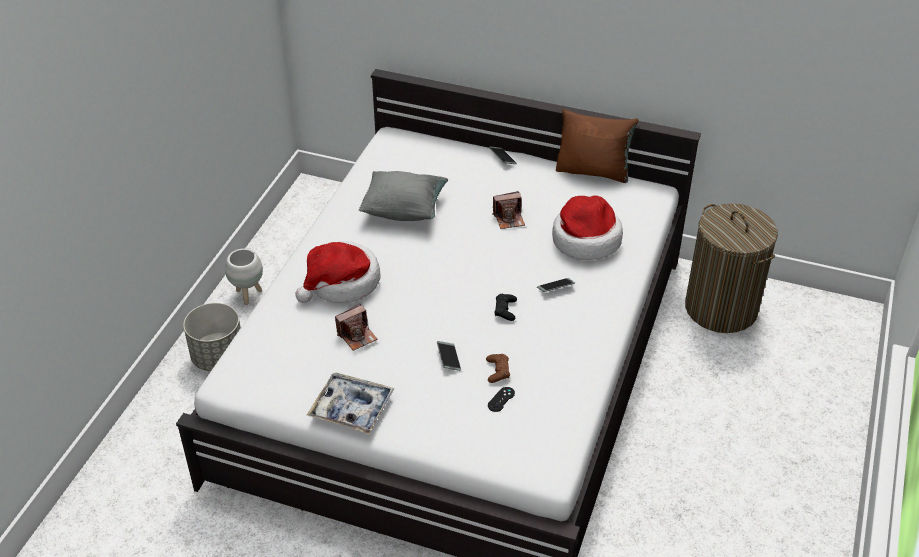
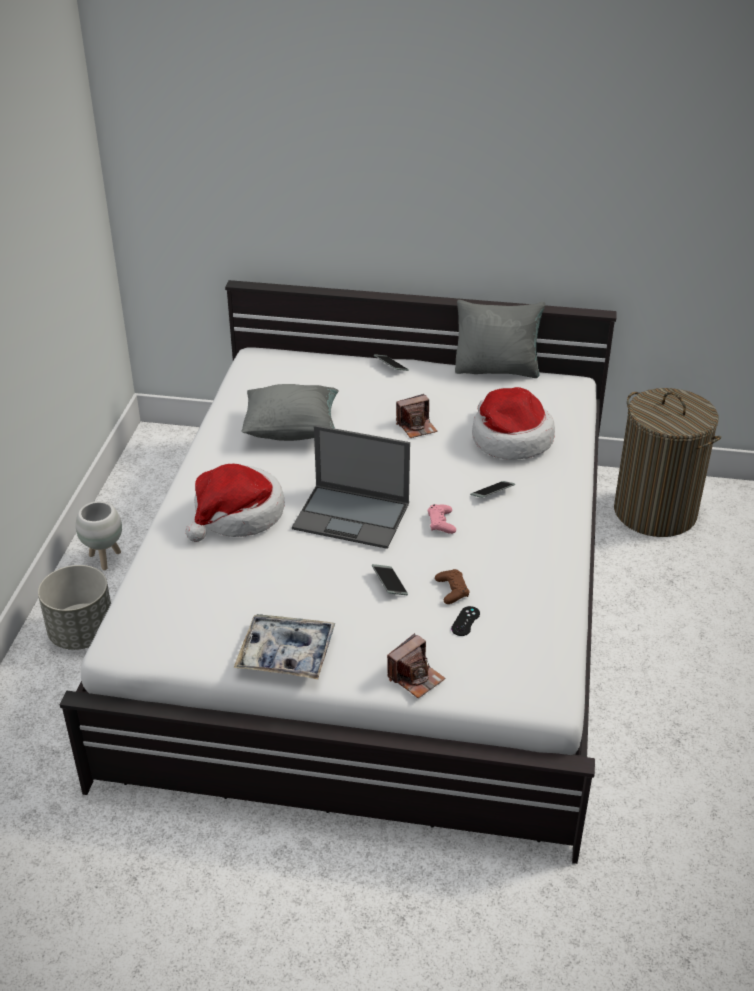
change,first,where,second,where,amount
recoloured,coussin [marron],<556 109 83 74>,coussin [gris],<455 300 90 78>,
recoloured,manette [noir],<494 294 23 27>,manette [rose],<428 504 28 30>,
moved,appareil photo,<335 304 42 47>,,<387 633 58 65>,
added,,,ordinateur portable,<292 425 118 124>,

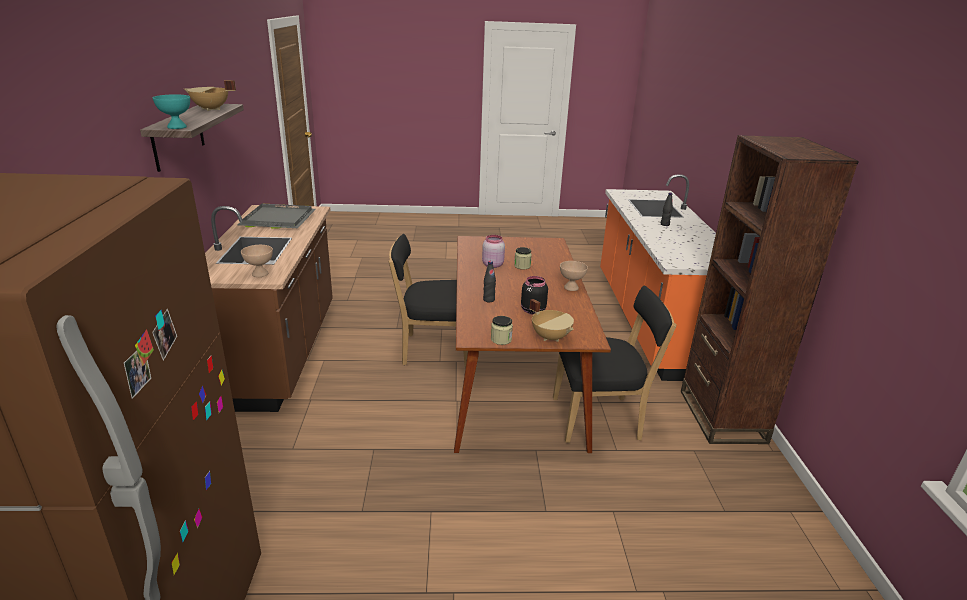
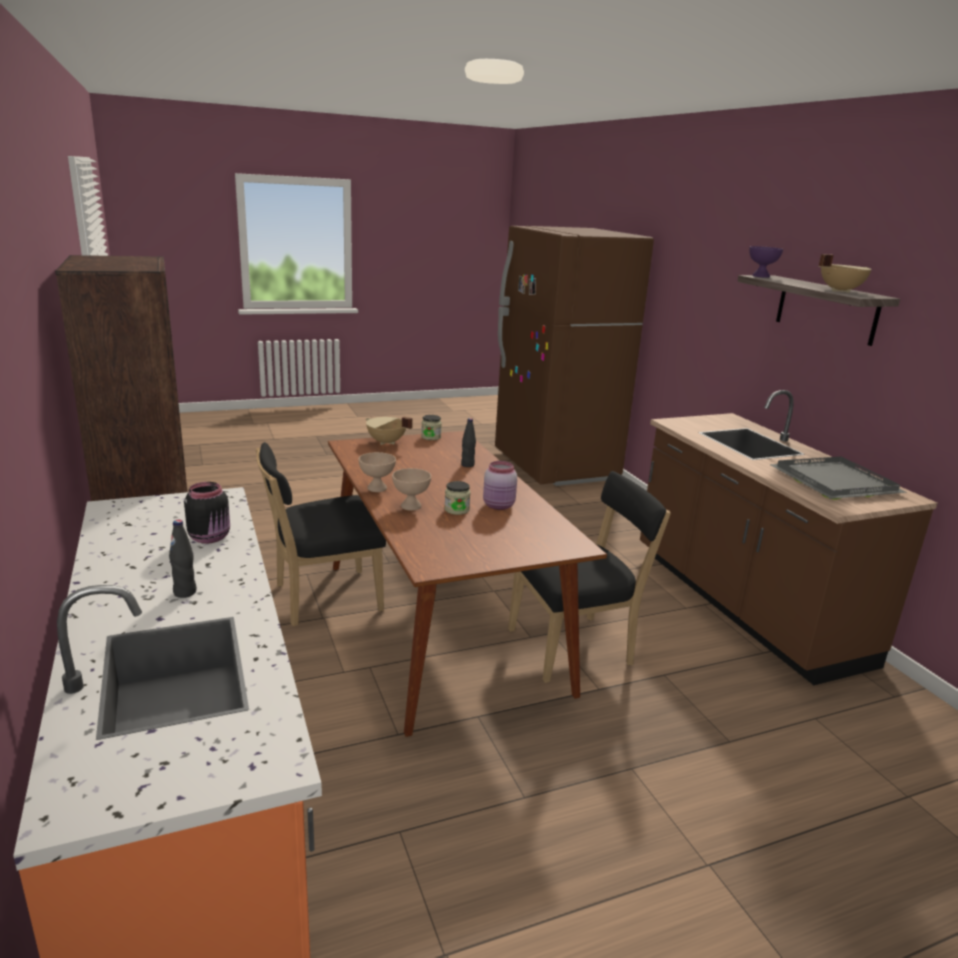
change,first,where,second,where,amount
recoloured,bol [turquoise],<153 94 37 35>,bol [violet],<749 246 34 32>,
moved,bol [beige],<241 245 32 32>,,<392 468 39 43>,
moved,bocal [noir],<521 276 27 39>,,<184 482 46 62>,

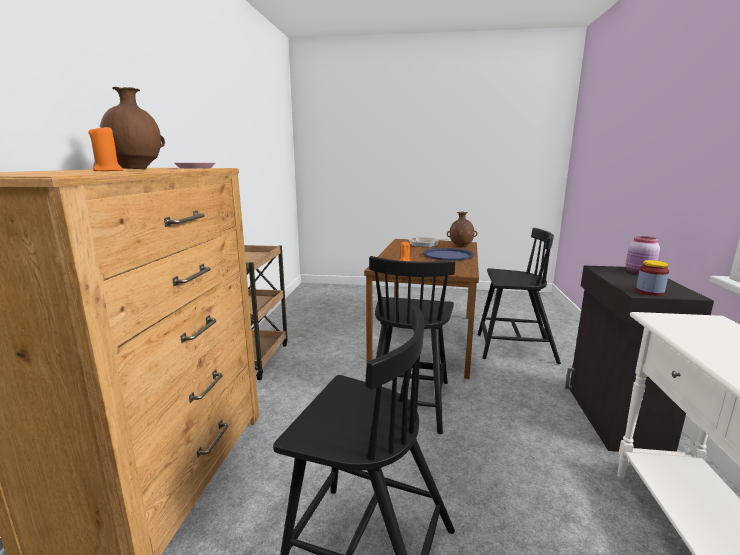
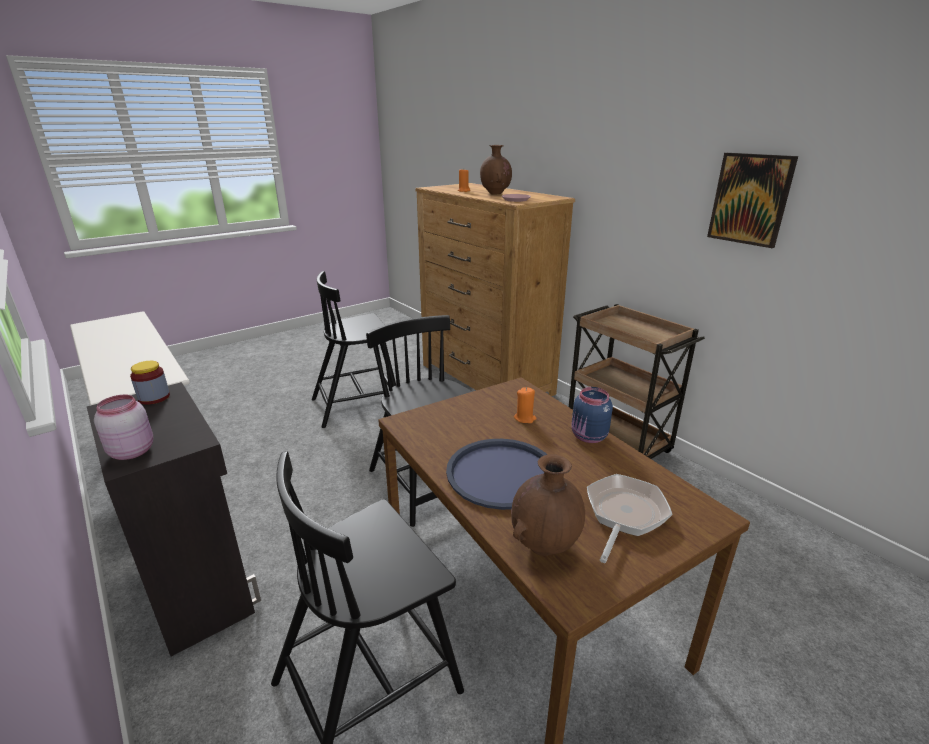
change,first,where,second,where,amount
added,,,tableau,<707 153 91 95>,
added,,,bocal [bleu],<571 387 42 56>,

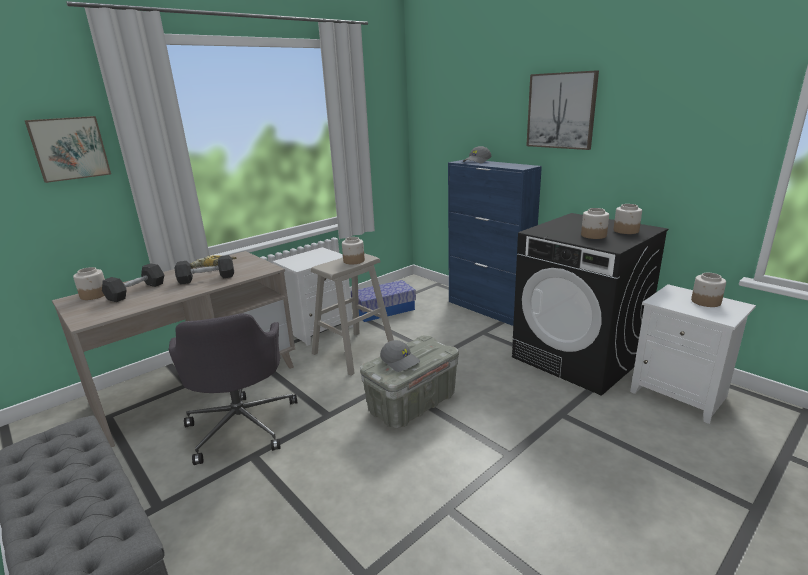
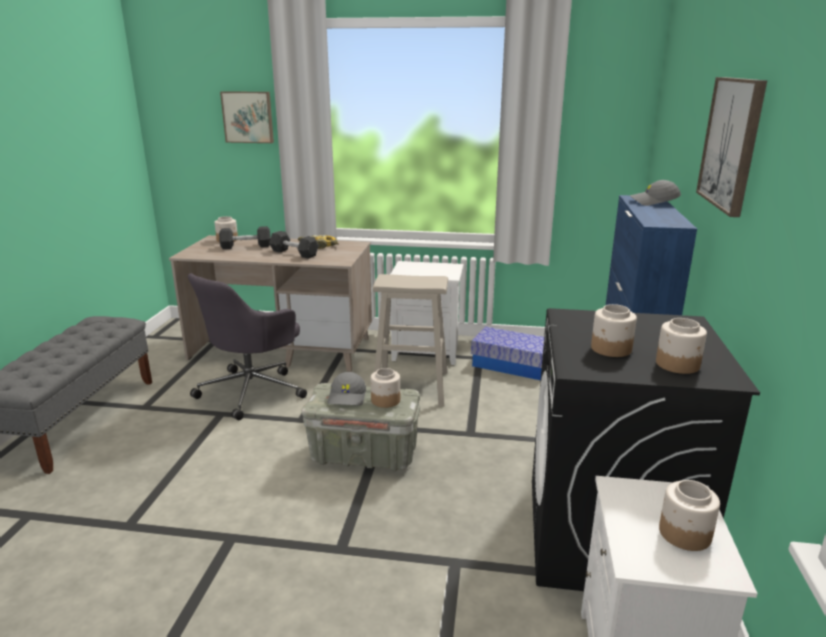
change,first,where,second,where,amount
moved,bocal,<342 237 23 27>,,<371 368 29 40>,

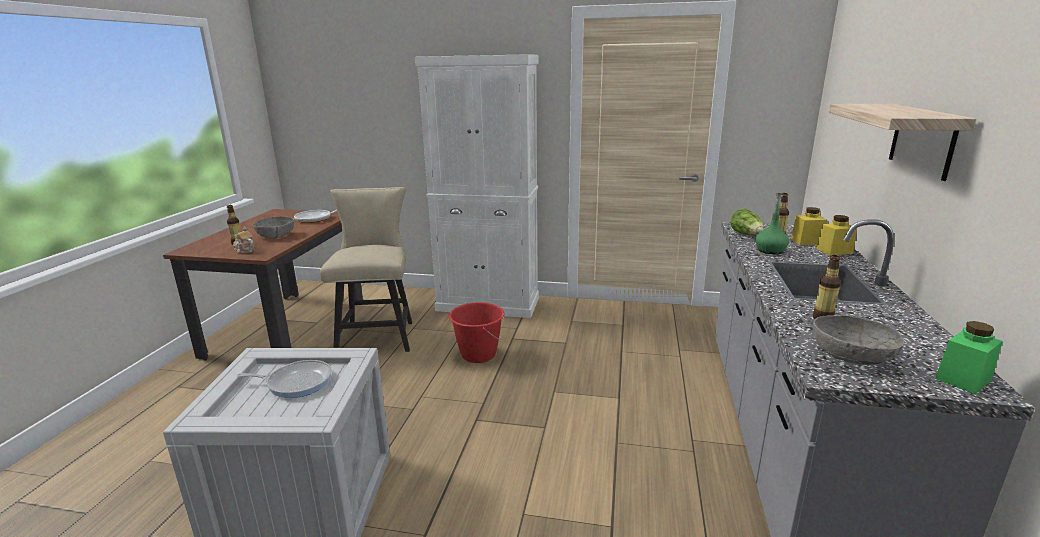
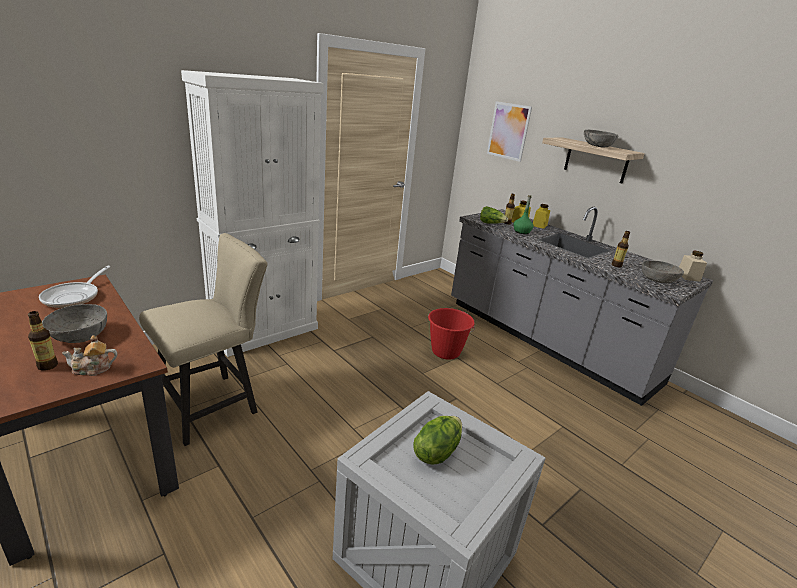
change,first,where,second,where,amount
turned,chaise [beige],<320 187 92 165>,,<139 233 128 213>,105 degrees clockwise
moved,seau [rouge],<449 302 56 61>,,<428 308 47 52>,
recoloured,bocal [vert],<935 321 68 73>,bocal [beige],<679 251 28 31>,
replaced,poêle,<237 360 95 38>,laitue,<413 416 49 49>,
added,,,tableau,<487 101 45 61>,
added,,,bol [gris],<584 130 34 18>,

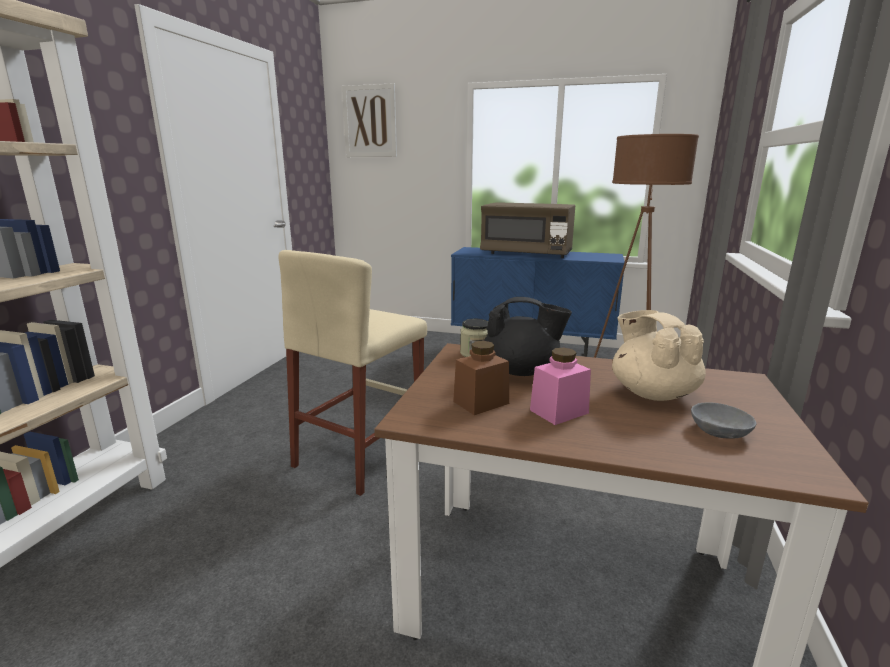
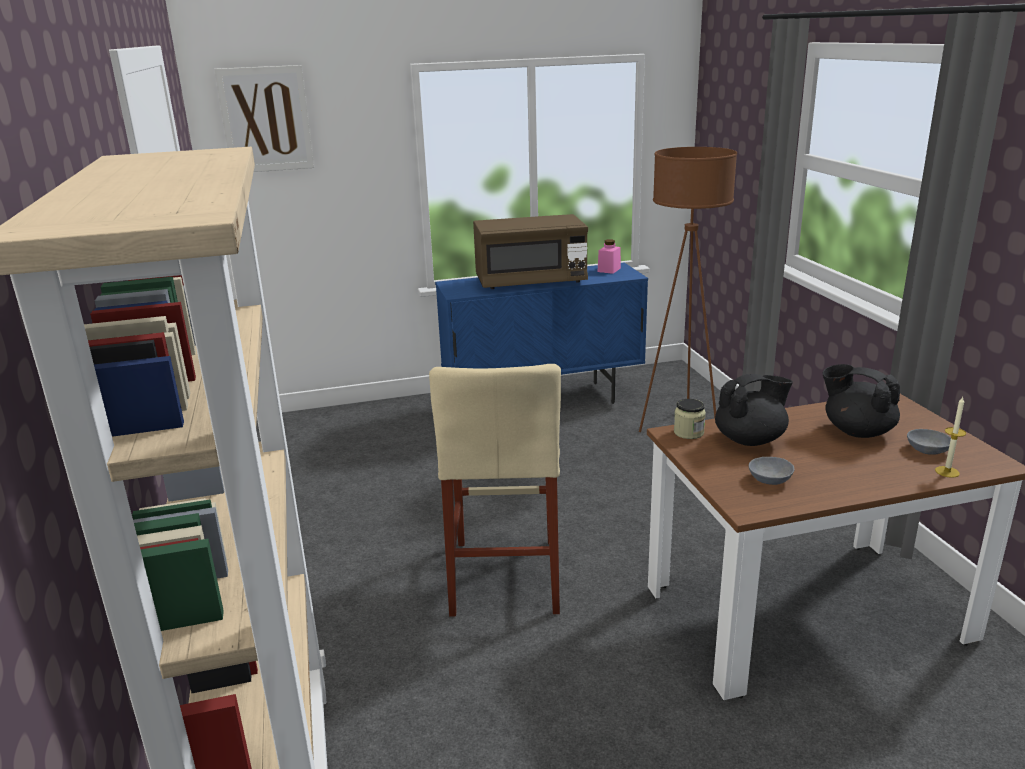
change,first,where,second,where,amount
recoloured,théière [beige],<612 310 94 91>,théière [noir],<823 364 77 74>,
replaced,bocal [marron],<453 341 56 74>,bol [gris],<749 457 45 28>,
moved,bocal [rose],<530 348 61 77>,,<597 239 24 35>,
added,,,bougie,<935 397 31 81>,

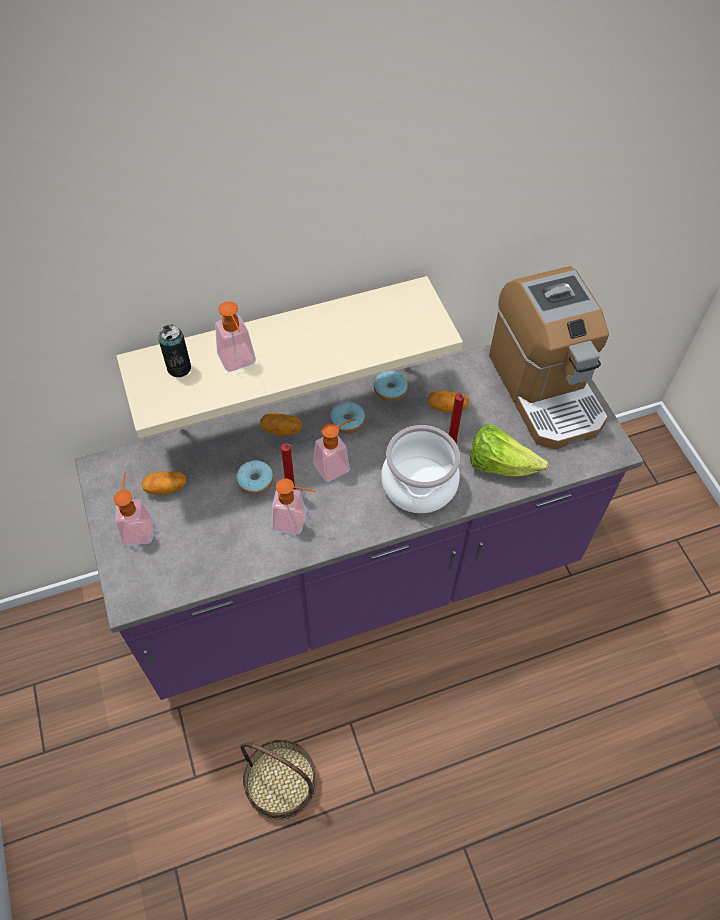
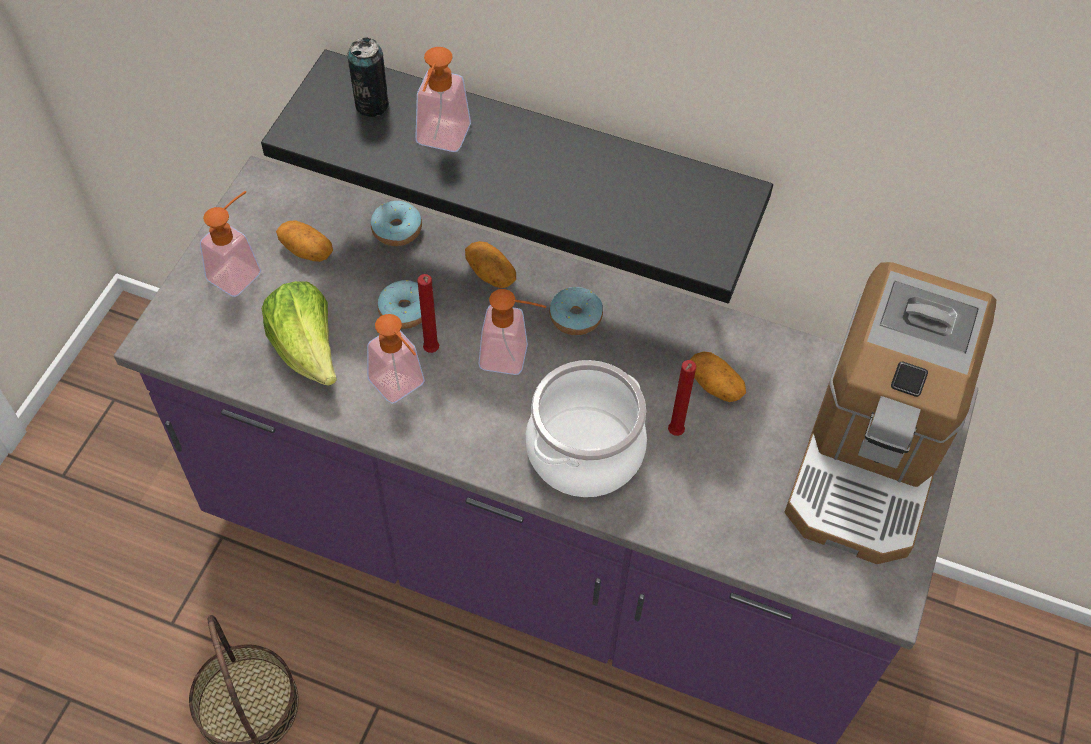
change,first,where,second,where,amount
recoloured,étagère [beige],<117 276 346 162>,étagère [noir],<261 49 512 254>,
moved,beignet,<374 371 34 30>,,<371 201 51 45>,
moved,laitue,<470 424 79 53>,,<261 281 76 105>,

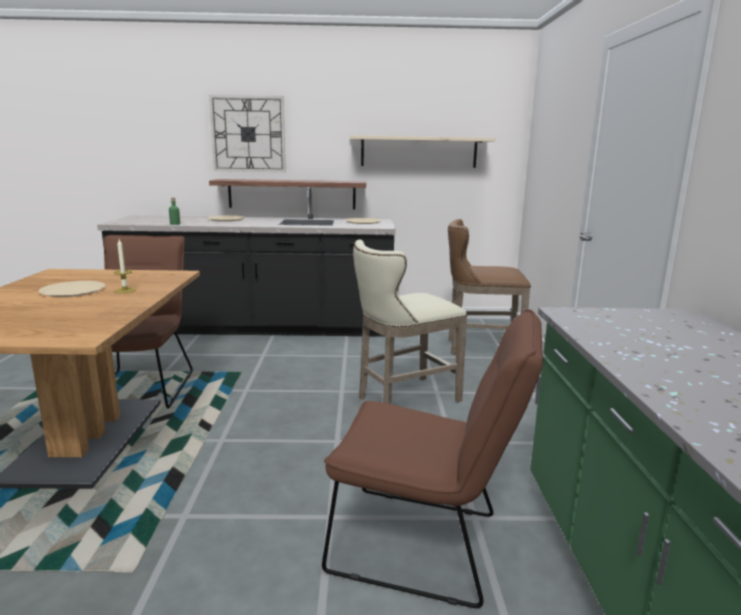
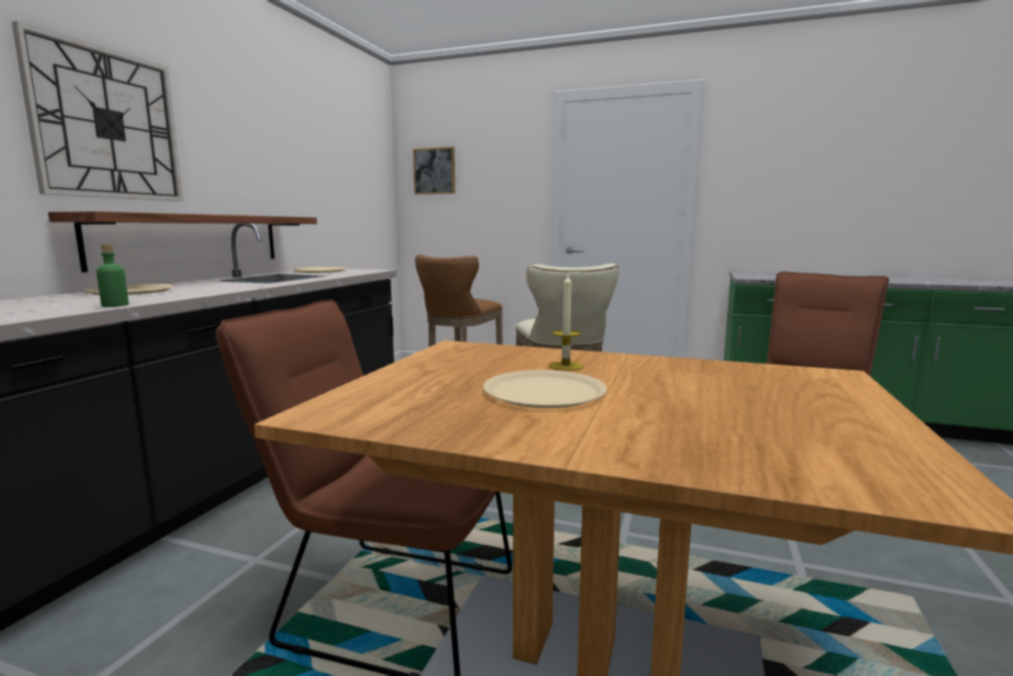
change,first,where,second,where,amount
removed,étagère [beige],<350 135 145 33>,,,
added,,,tableau,<413 147 42 47>,

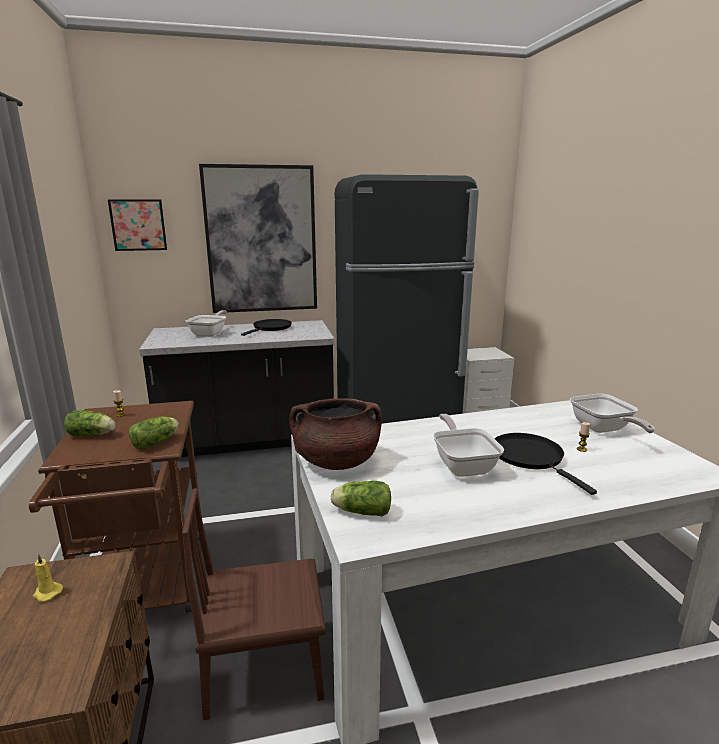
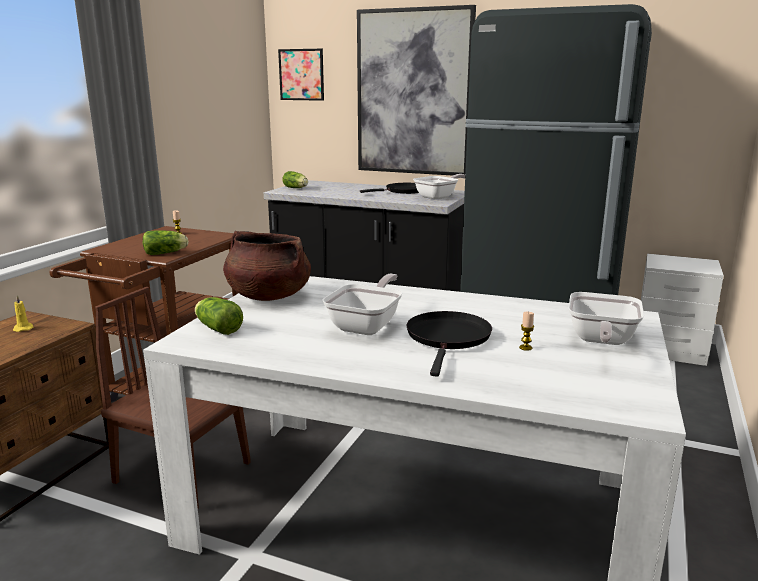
change,first,where,second,where,amount
moved,poêle,<186 310 41 27>,,<413 174 52 26>,
moved,laitue,<64 410 51 27>,,<282 171 26 17>,

